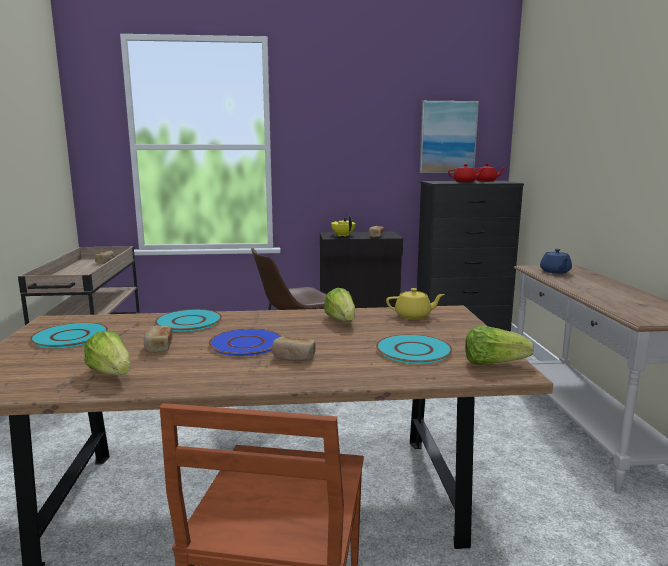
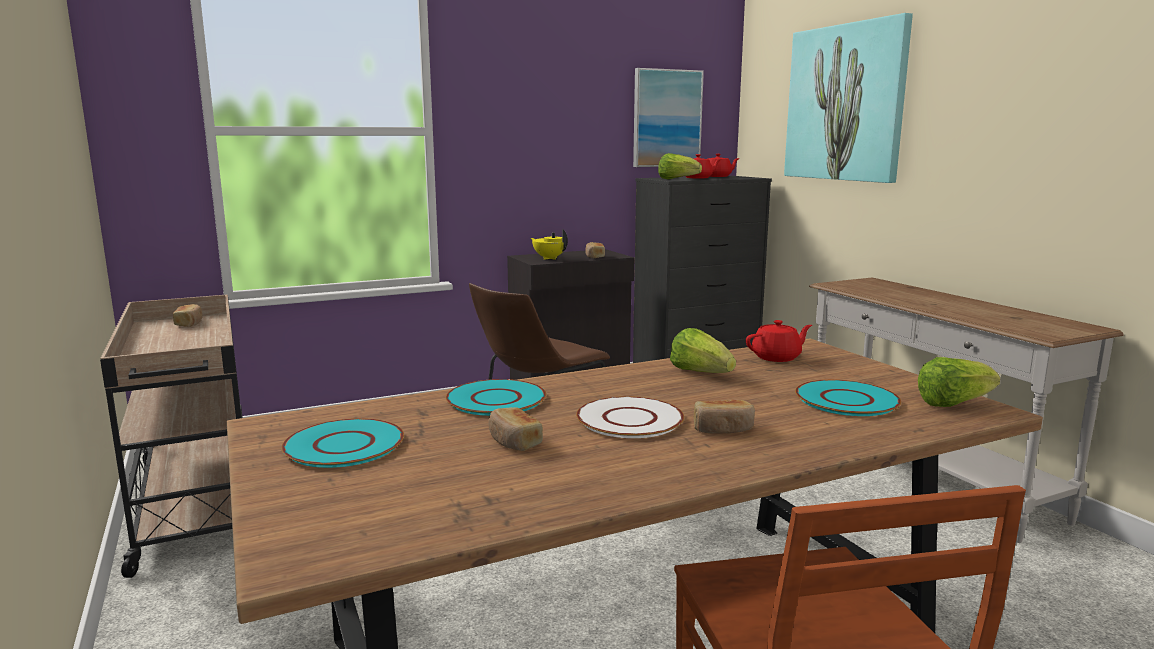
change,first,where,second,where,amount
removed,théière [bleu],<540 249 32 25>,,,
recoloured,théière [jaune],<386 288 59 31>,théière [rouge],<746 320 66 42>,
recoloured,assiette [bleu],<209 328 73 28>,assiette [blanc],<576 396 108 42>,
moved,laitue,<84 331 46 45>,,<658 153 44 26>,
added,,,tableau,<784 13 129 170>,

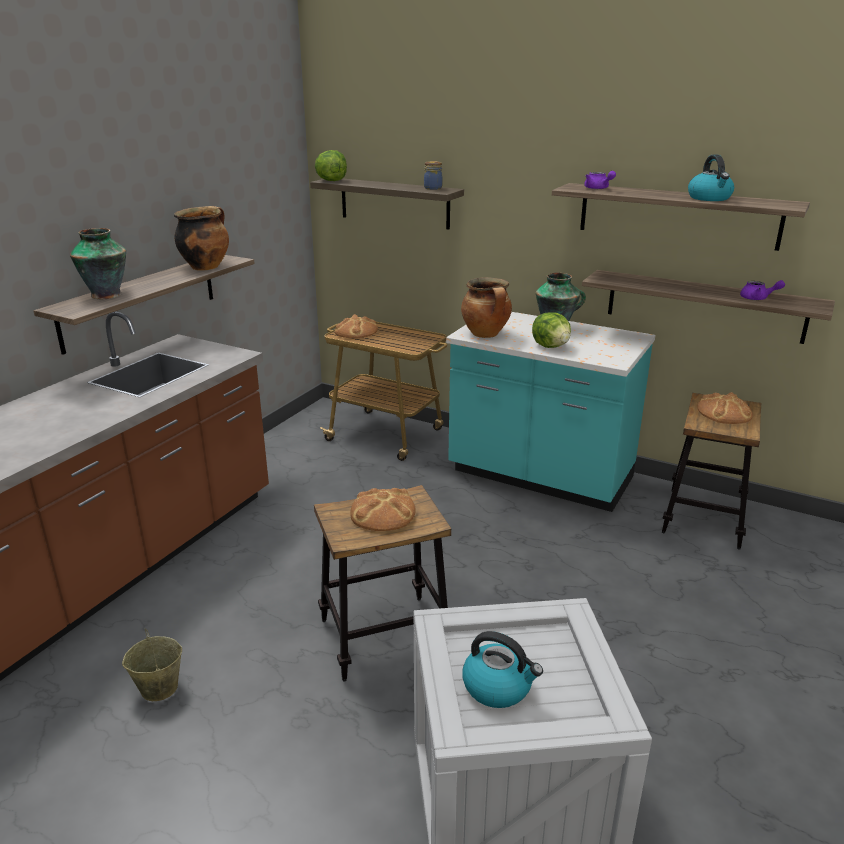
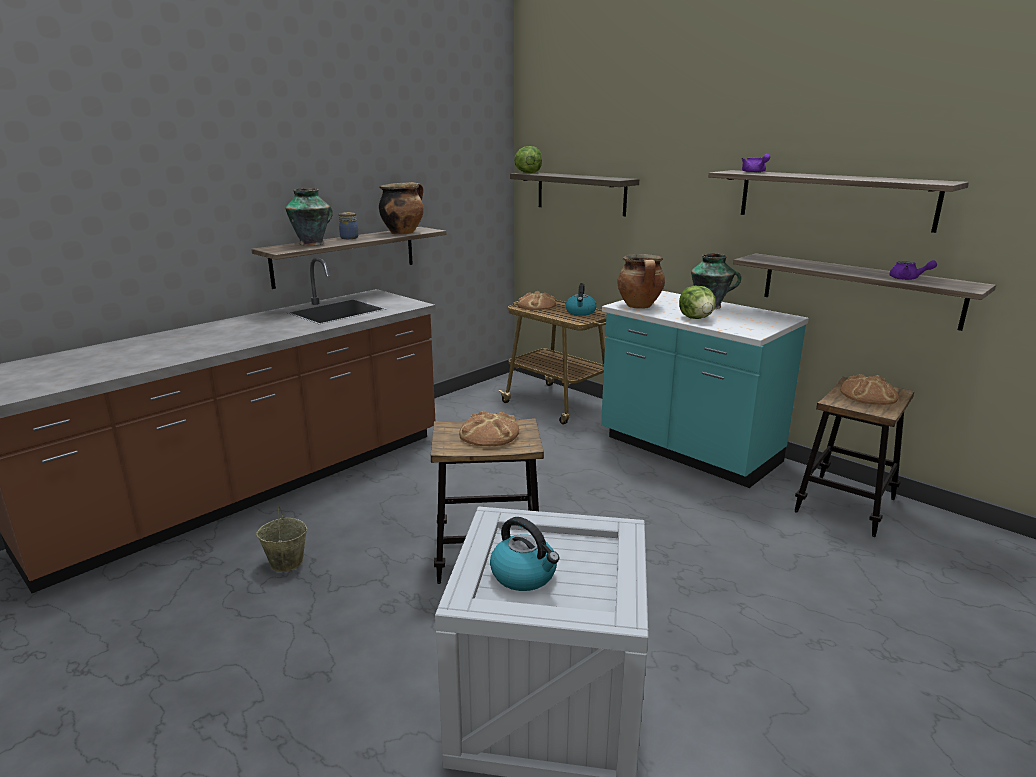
change,first,where,second,where,amount
moved,bouilloire,<688 154 46 47>,,<565 283 31 33>,
moved,bocal,<424 161 19 29>,,<339 212 19 27>,

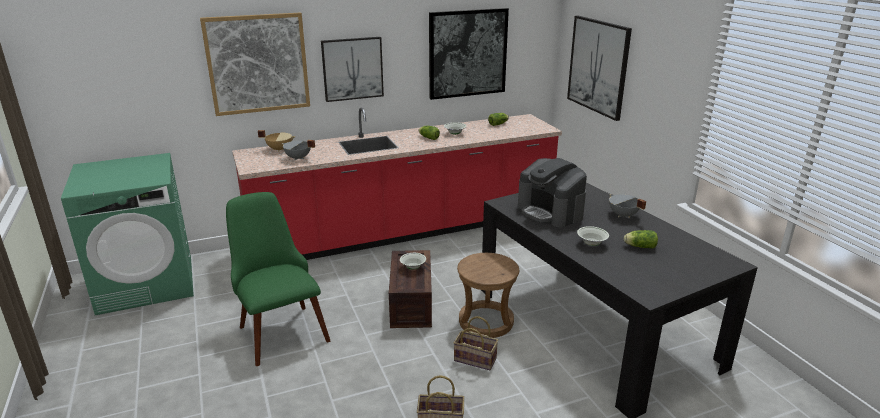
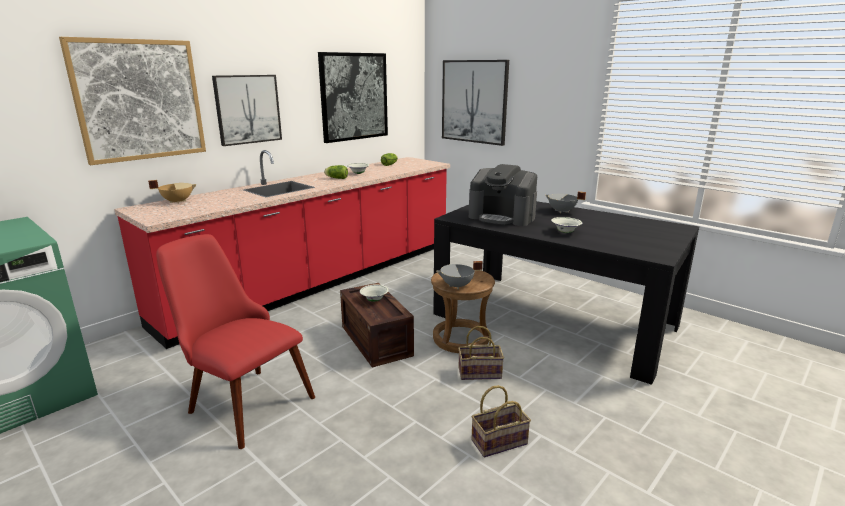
change,first,where,second,where,amount
moved,marmite [gris],<282 140 33 21>,,<436 261 46 28>,
recoloured,chaise [vert],<226 192 104 174>,chaise [rouge],<156 234 159 215>,
removed,laitue,<624 230 34 19>,,,

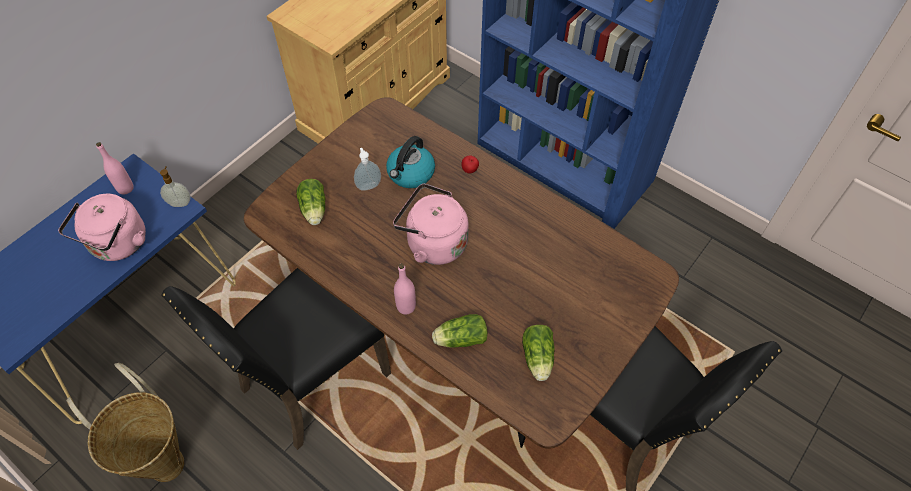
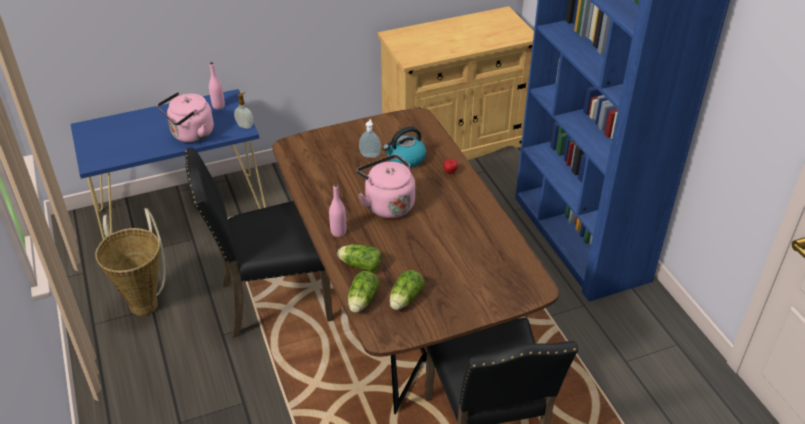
change,first,where,second,where,amount
moved,laitue,<296 179 29 46>,,<348 271 31 42>,

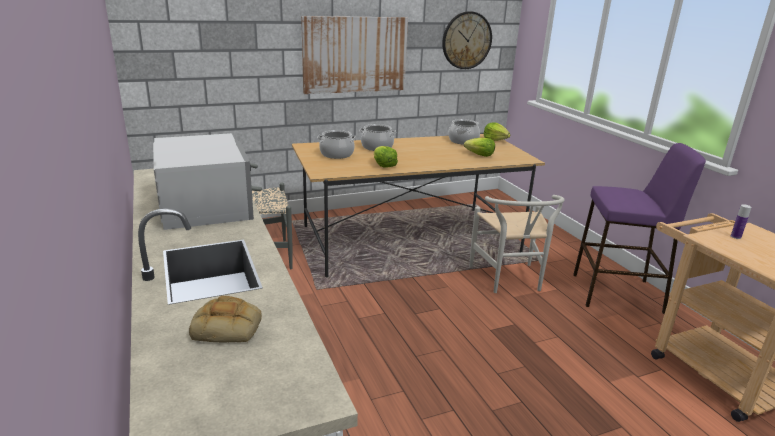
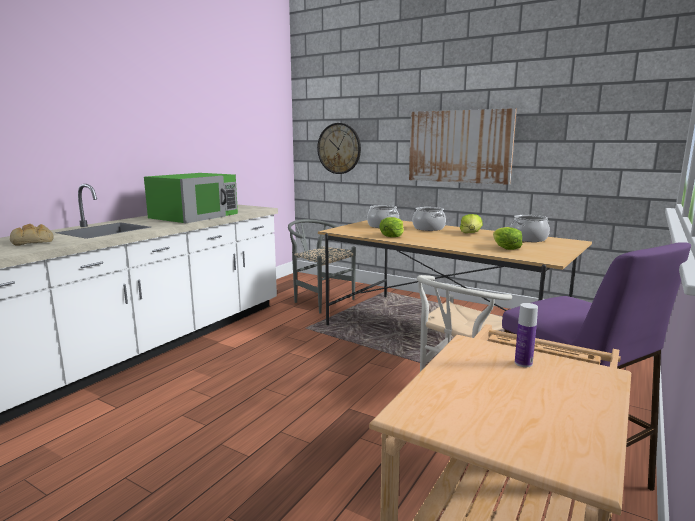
change,first,where,second,where,amount
moved,horloge murale,<442 11 50 58>,,<317 123 44 51>,
moved,laitue,<483 123 28 18>,,<460 214 23 19>,
recoloured,micro-ondes [blanc],<153 133 101 97>,micro-ondes [vert],<144 173 94 50>,

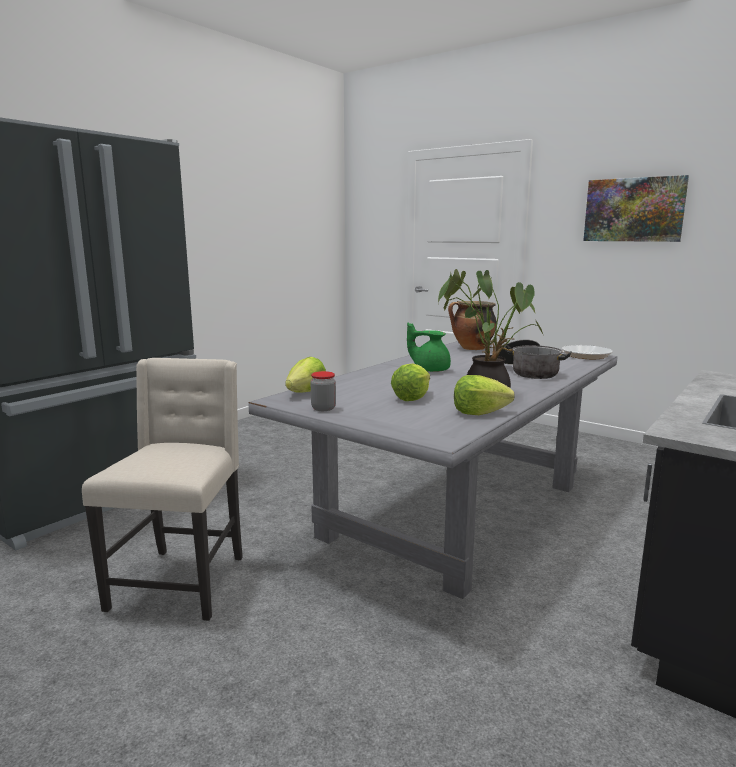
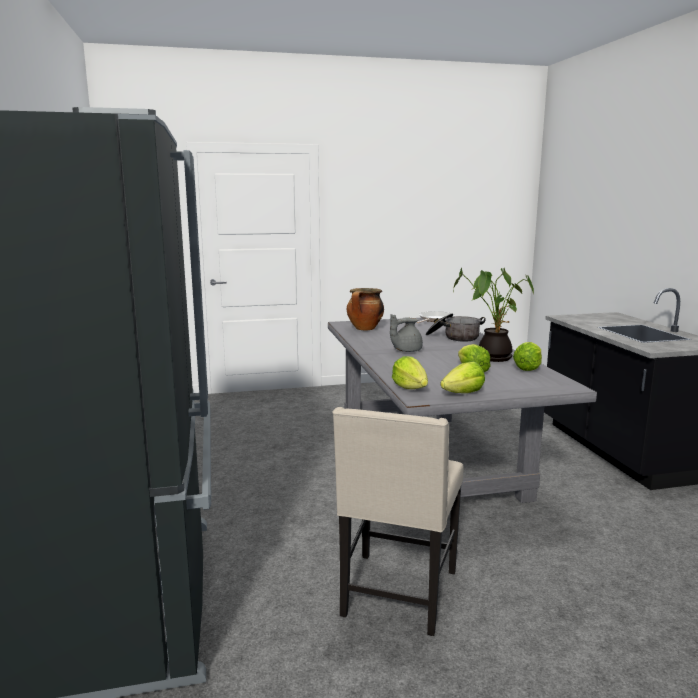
change,first,where,second,where,amount
removed,tableau,<583 175 106 67>,,,
recoloured,théière [vert],<407 322 44 50>,théière [gris],<390 314 33 38>,
turned,chaise [beige],<82 358 161 263>,,<332 407 132 229>,120 degrees counterclockwise
replaced,bocal,<310 371 26 40>,laitue,<440 361 45 32>,

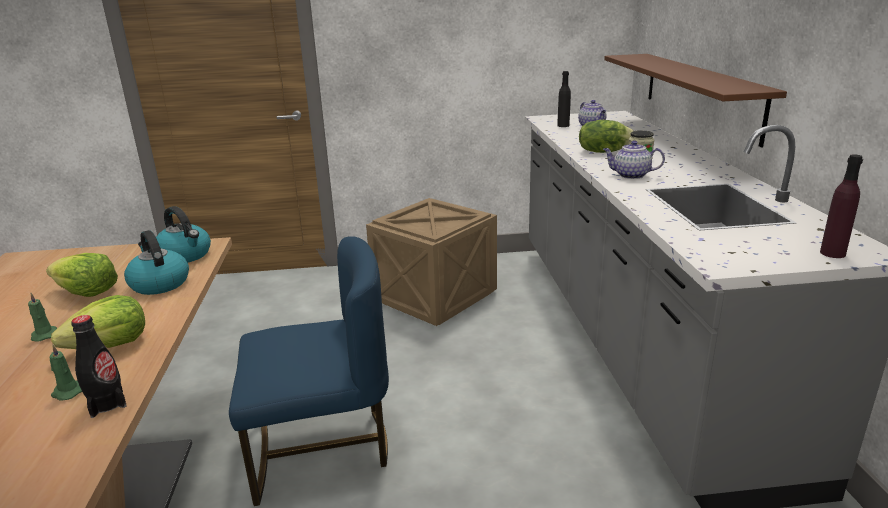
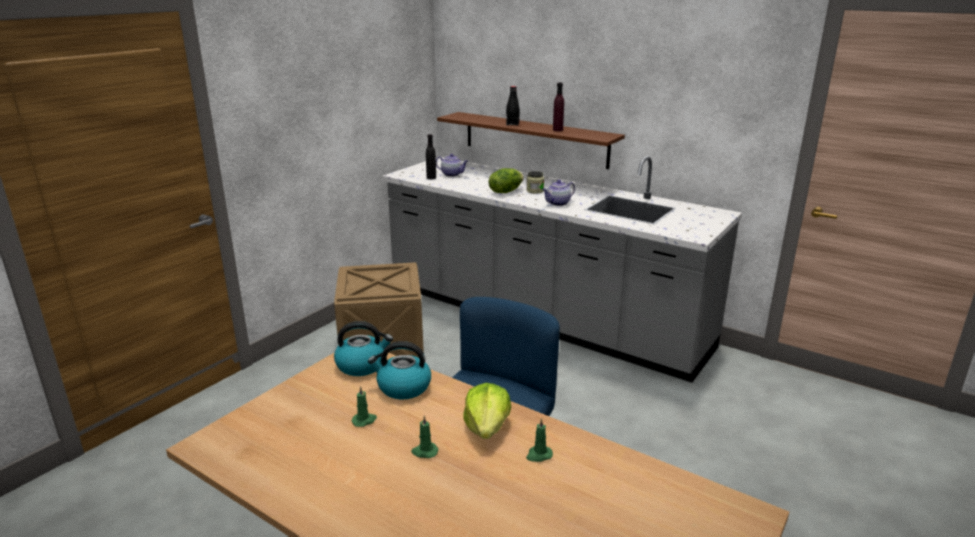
change,first,where,second,where,amount
moved,bouteille [violet],<820 154 43 104>,,<553 83 11 48>,
replaced,laitue,<46 253 72 44>,bougie [vert],<352 386 25 41>,
moved,bouteille [noir],<71 315 56 103>,,<506 86 14 40>,

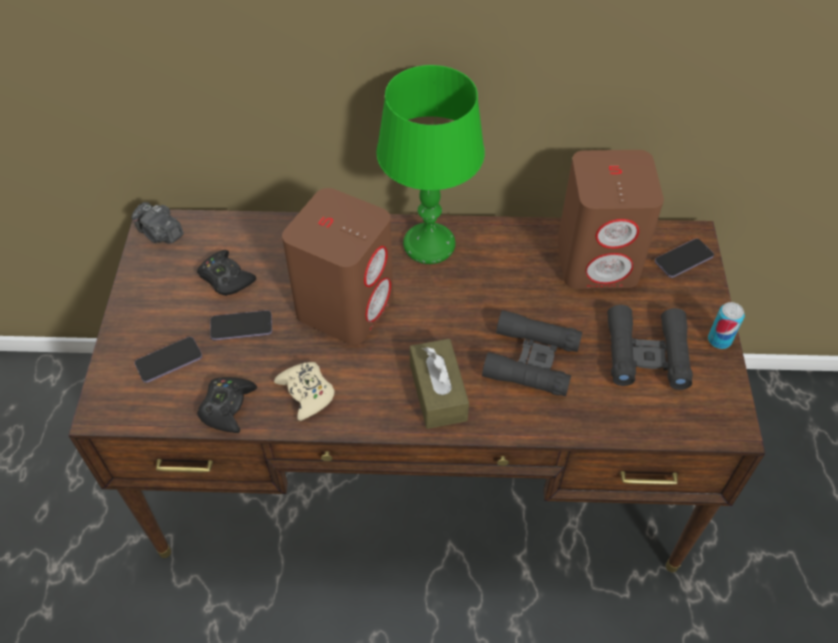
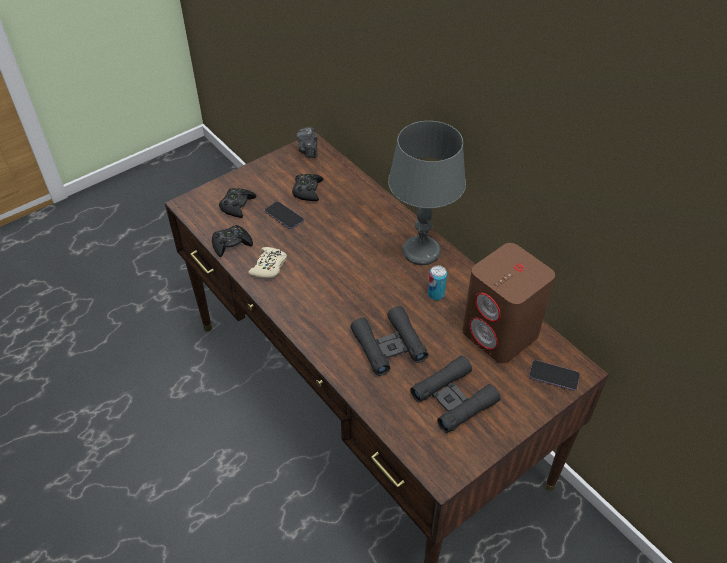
change,first,where,second,where,amount
recoloured,lampe de table [vert],<376 65 109 199>,lampe de table [gris],<388 121 78 144>,
removed,enceinte [marron],<282 188 111 157>,,,
moved,boîte métallique,<708 302 37 47>,,<428 265 19 35>,
replaced,téléphone,<135 337 67 46>,manette [noir],<219 188 37 30>,
removed,boîte à mouchoirs [marron],<410 339 59 90>,,,

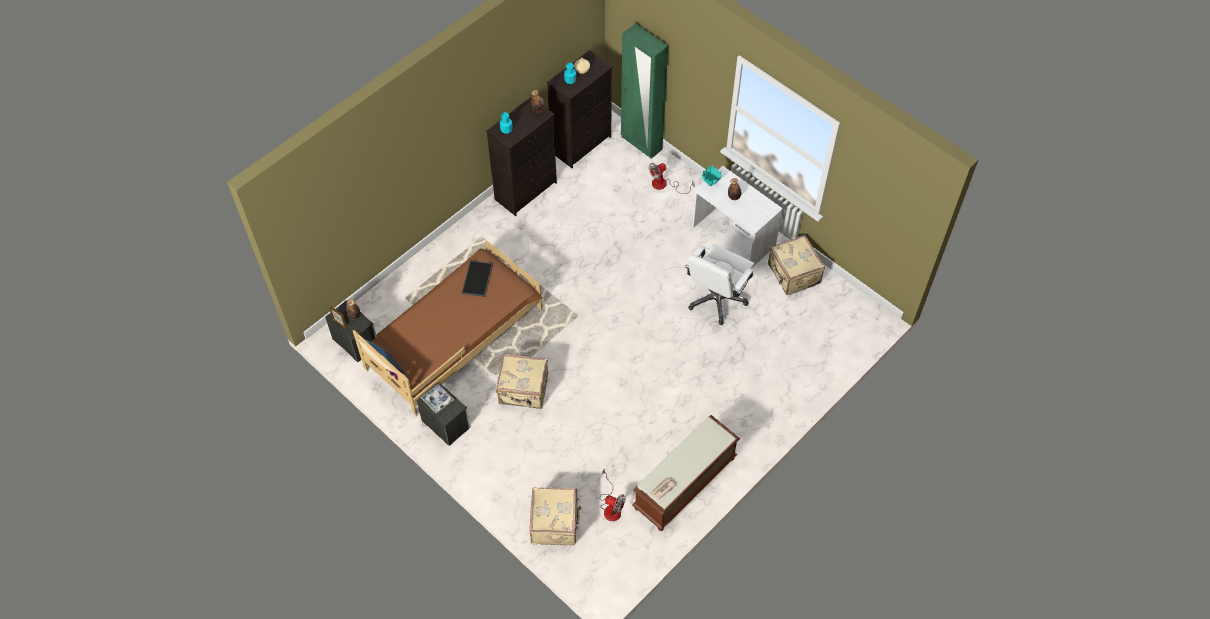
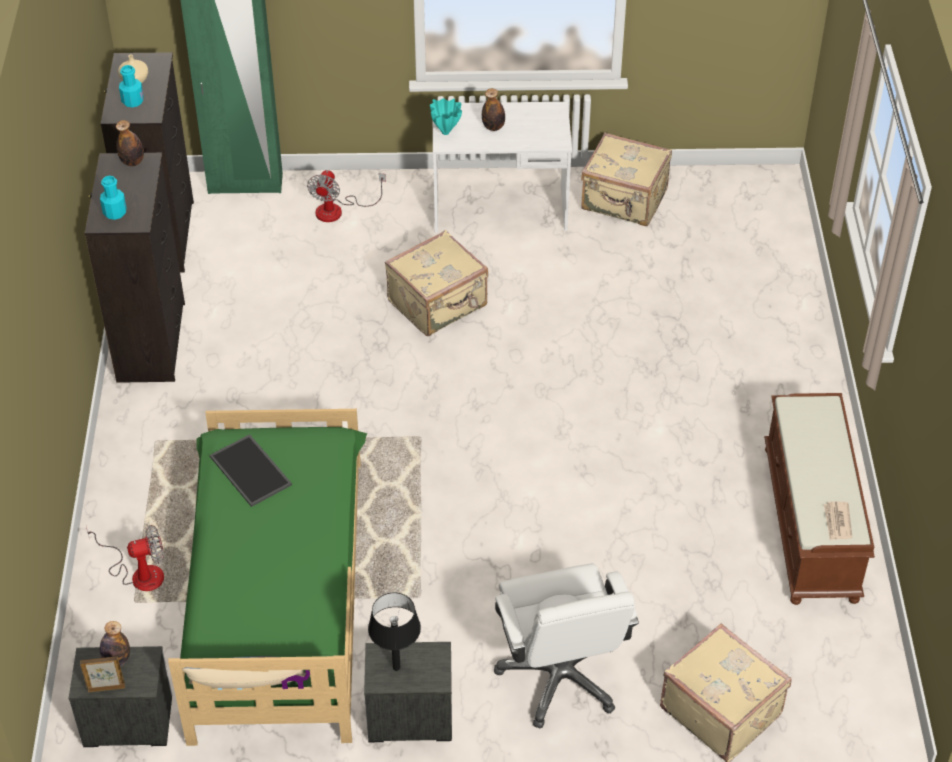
change,first,where,second,where,amount
recoloured,lit [marron],<353 240 190 176>,lit [vert],<168 409 199 337>,
moved,chaise de bureau [blanc],<685 244 70 81>,,<494 563 145 166>,
moved,valise [beige],<496 354 52 55>,,<385 230 103 106>,
replaced,plateau,<421 384 33 29>,lampe de table [noir],<368 593 53 78>,
moved,ventilateur,<600 468 26 53>,,<86 525 78 66>,

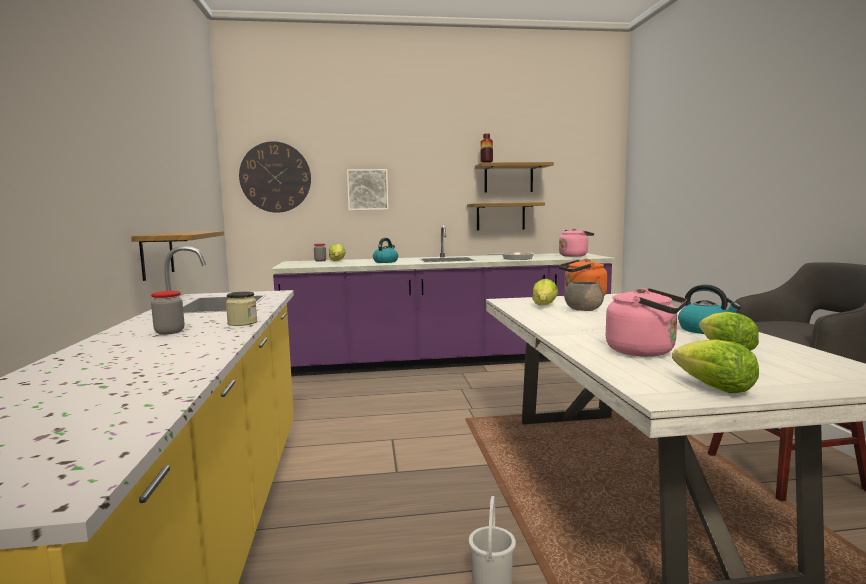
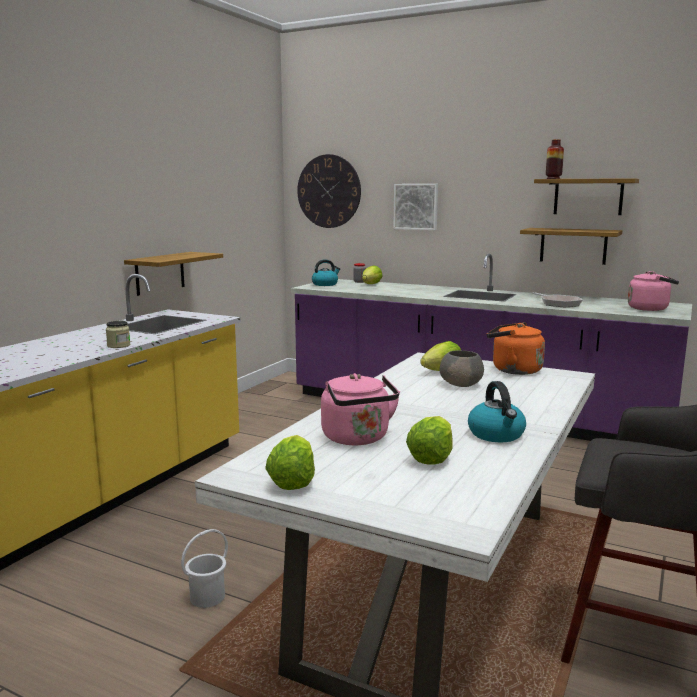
change,first,where,second,where,amount
moved,bouilloire,<373 238 25 25>,,<312 259 28 27>,
removed,bocal,<151 291 33 44>,,,

